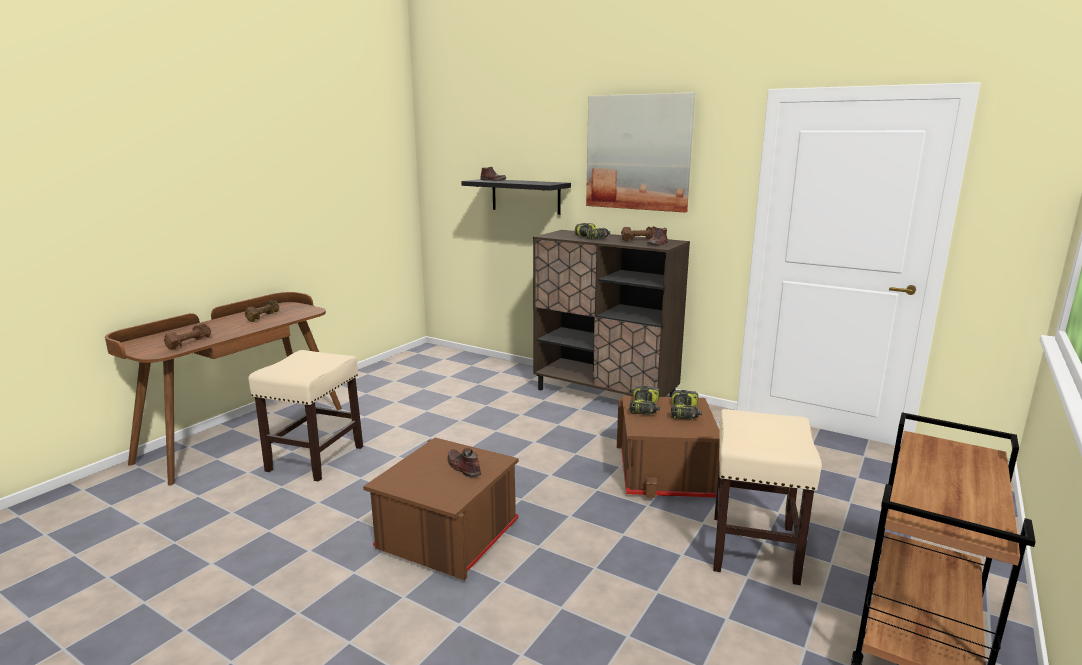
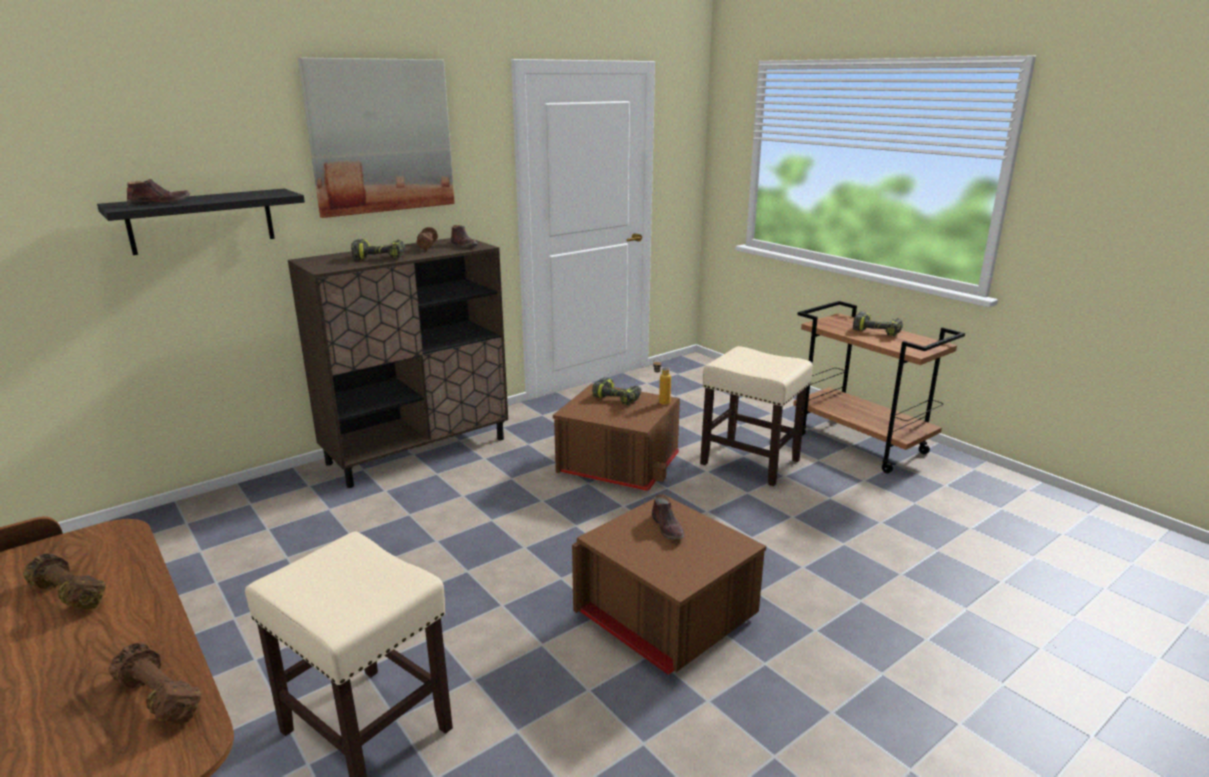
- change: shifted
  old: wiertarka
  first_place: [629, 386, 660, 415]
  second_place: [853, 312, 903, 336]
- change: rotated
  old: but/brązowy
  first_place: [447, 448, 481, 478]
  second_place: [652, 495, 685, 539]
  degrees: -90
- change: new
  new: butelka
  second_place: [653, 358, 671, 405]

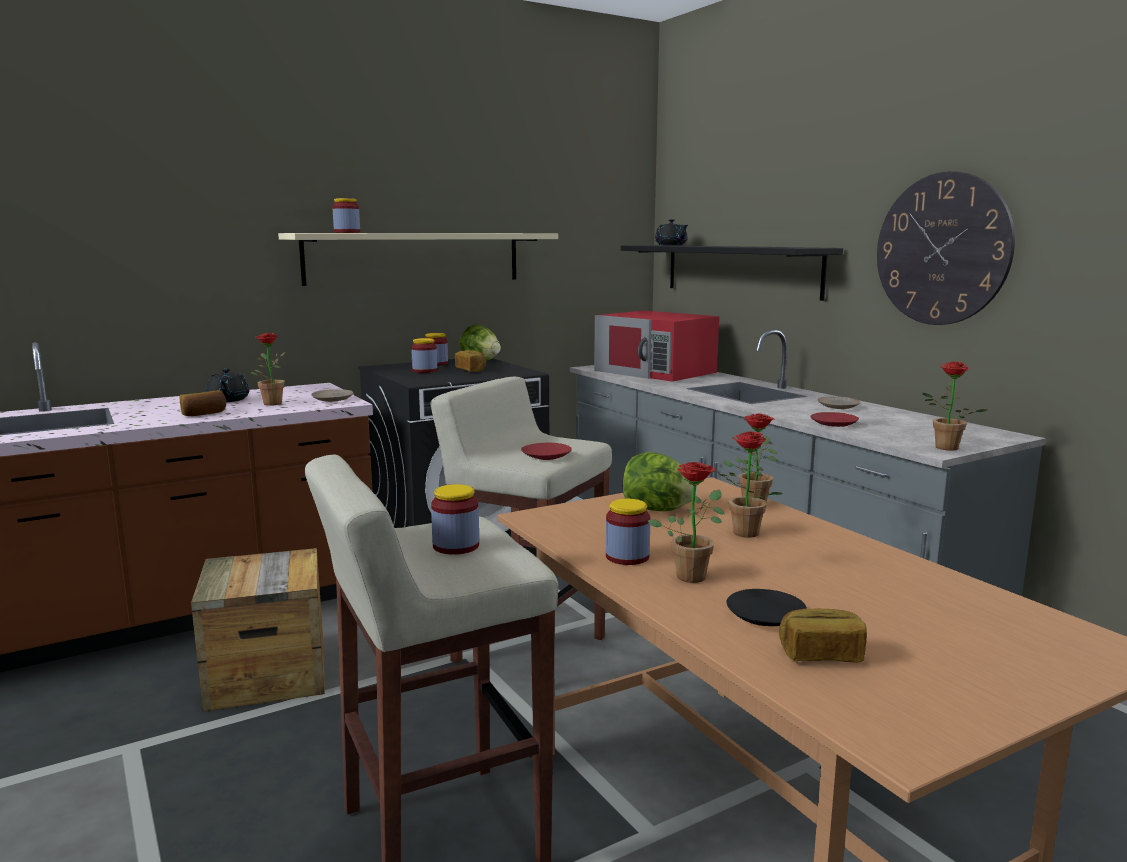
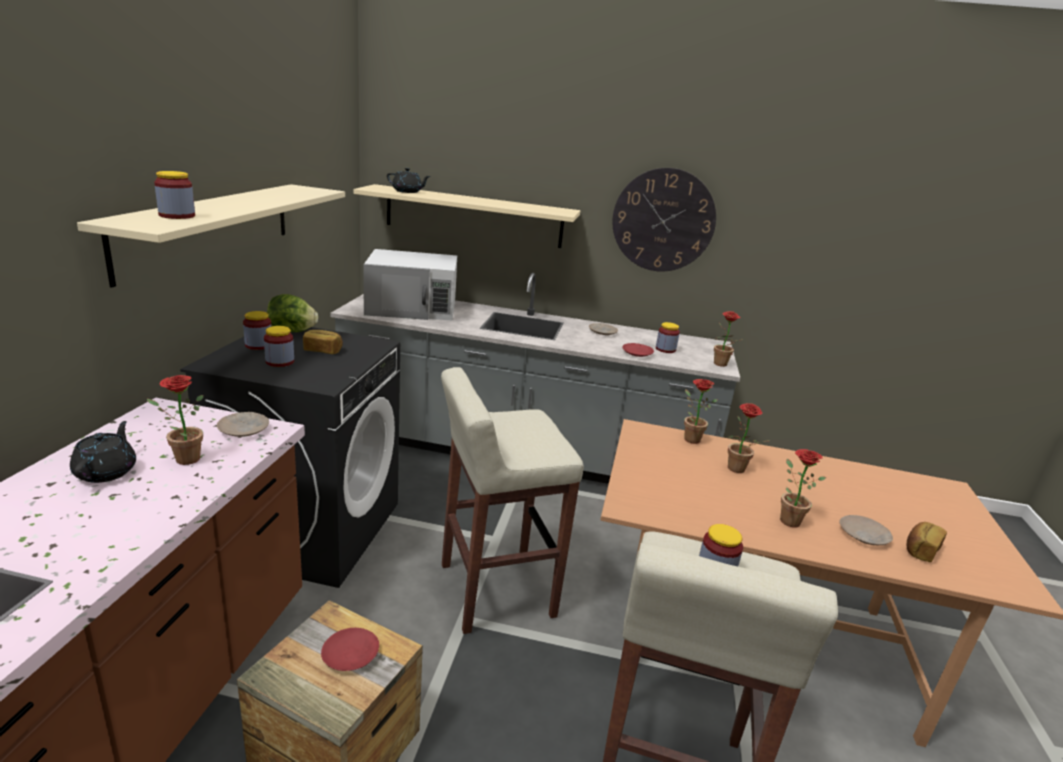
- change: repainted
  old: półka/czarny
  new: półka/beżowy
  first_place: [621, 245, 843, 301]
  second_place: [353, 184, 580, 248]
- change: repainted
  old: mikrofalówka/czerwony
  new: mikrofalówka/biały
  first_place: [594, 310, 719, 382]
  second_place: [363, 249, 457, 320]
- change: rotated
  old: imbryk/czarny
  first_place: [206, 369, 249, 402]
  second_place: [70, 421, 136, 483]
  degrees: -120
- change: gone
  old: chleb
  first_place: [179, 390, 226, 416]
- change: shifted
  old: talerz/czerwony
  first_place: [521, 443, 572, 460]
  second_place: [321, 628, 379, 671]
- change: gone
  old: sałata
  first_place: [623, 452, 698, 511]
- change: shifted
  old: słoik
  first_place: [606, 499, 650, 565]
  second_place: [656, 322, 680, 353]
- change: repainted
  old: talerz/czarny
  new: talerz/beżowy
  first_place: [727, 589, 807, 626]
  second_place: [840, 515, 893, 545]

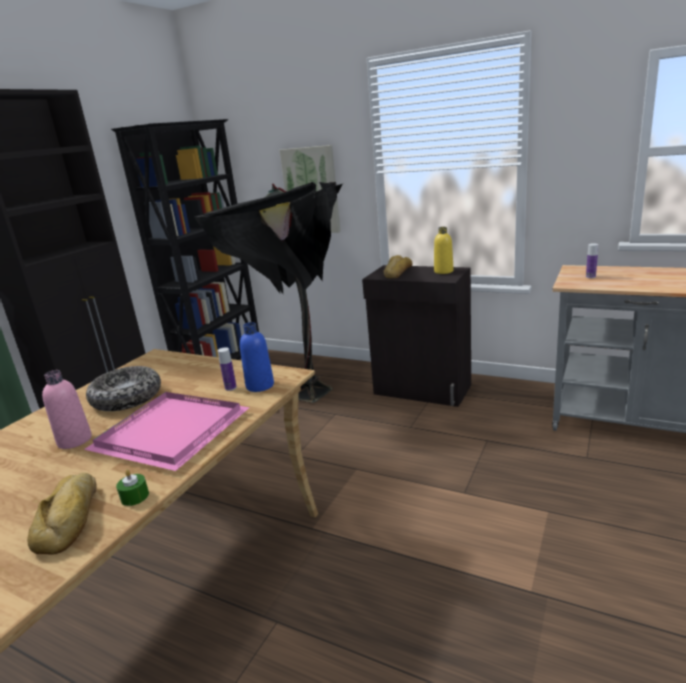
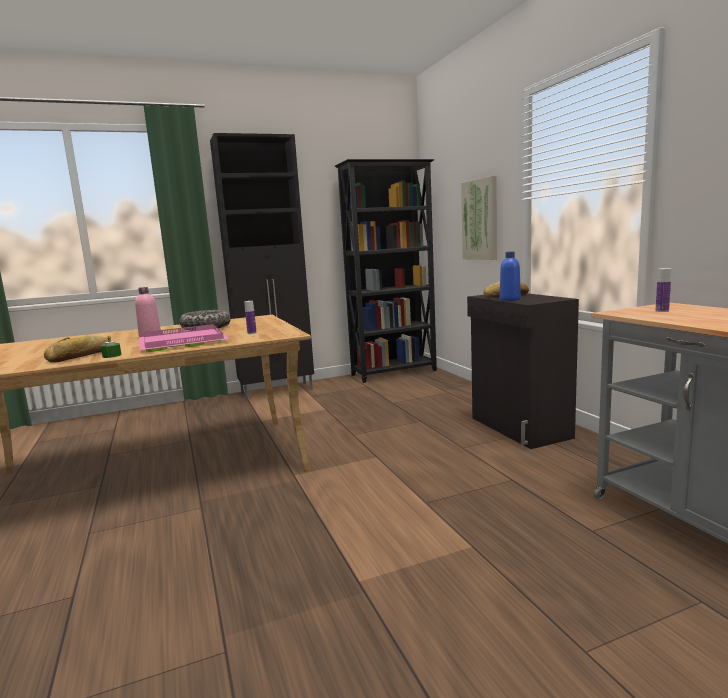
- change: gone
  old: lampa stojąca/czarny
  first_place: [194, 182, 343, 403]
- change: gone
  old: butelka/żółty
  first_place: [434, 227, 454, 274]
- change: shifted
  old: butelka/niebieski
  first_place: [240, 322, 274, 392]
  second_place: [500, 252, 521, 301]

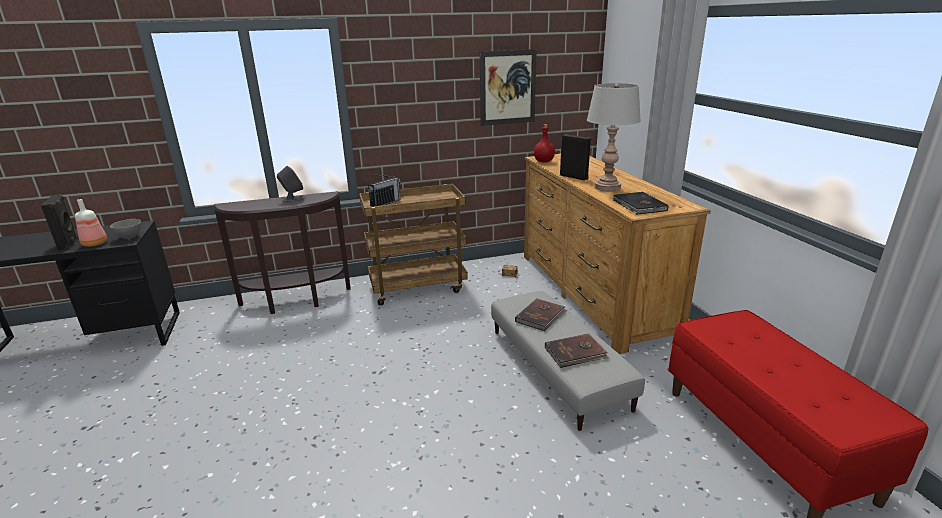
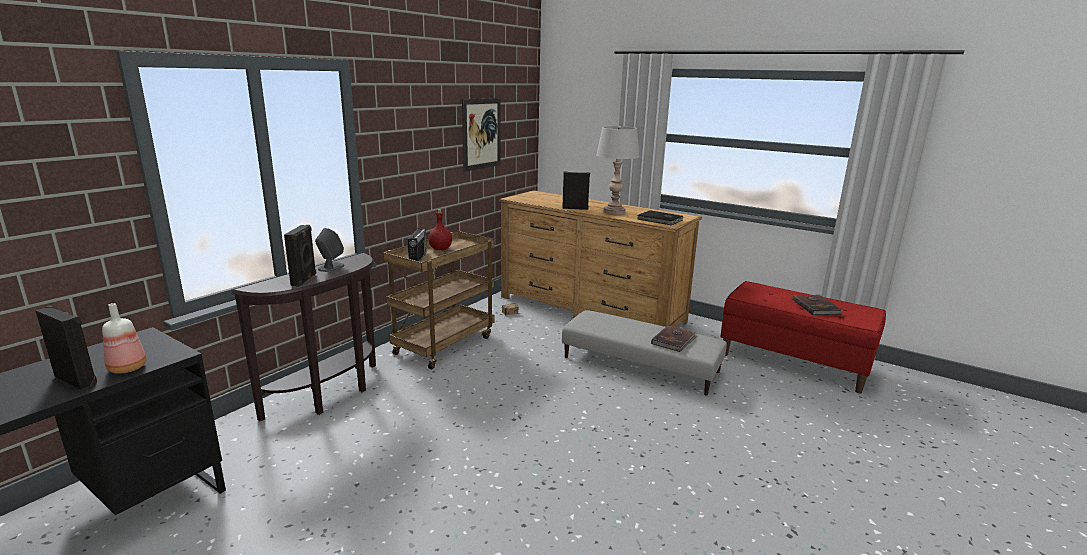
- change: shifted
  old: butelka/czerwony
  first_place: [534, 124, 555, 163]
  second_place: [428, 209, 452, 250]
- change: gone
  old: miska/szary
  first_place: [110, 219, 141, 239]
- change: shifted
  old: książka/brązowy
  first_place: [515, 298, 567, 331]
  second_place: [792, 295, 842, 315]
- change: new
  new: głośnik/czarny
  second_place: [284, 225, 317, 287]

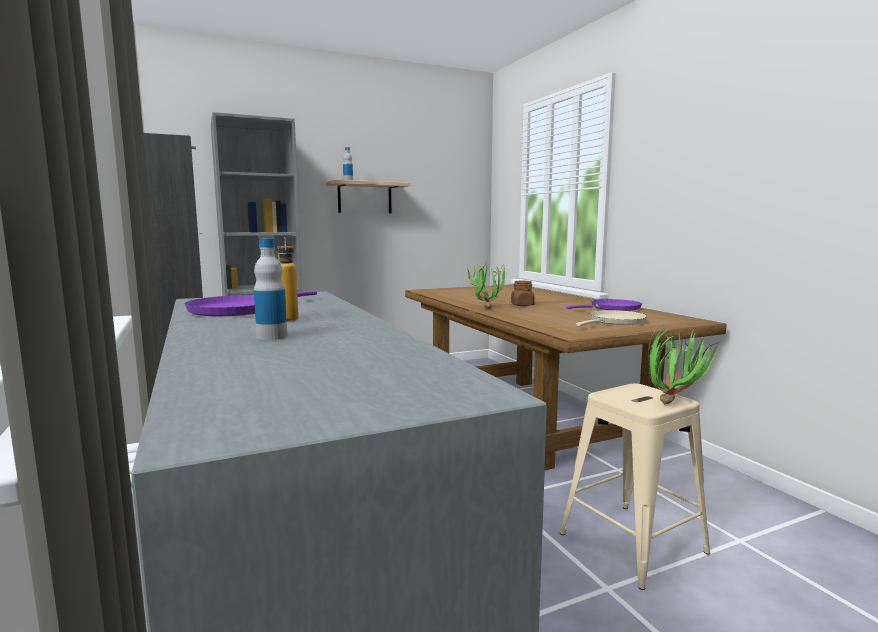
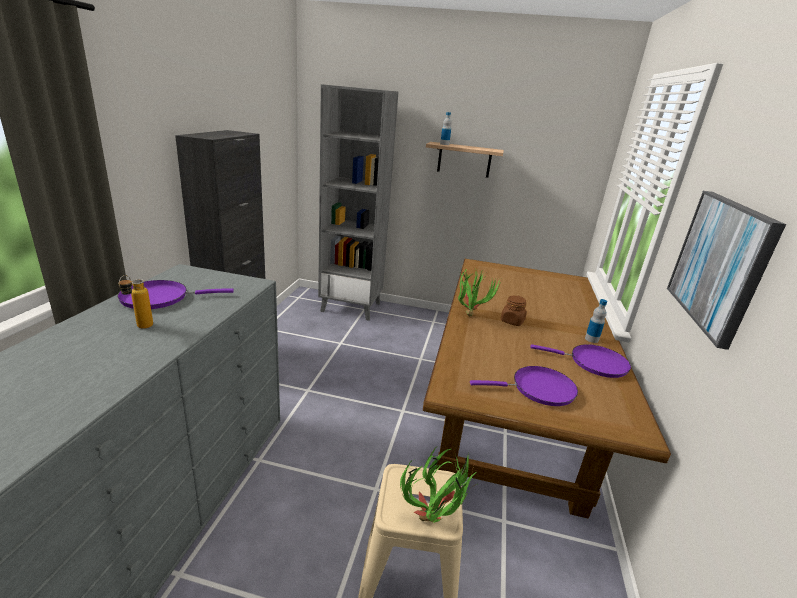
- change: shifted
  old: butelka
  first_place: [254, 238, 287, 340]
  second_place: [585, 299, 607, 343]
- change: repainted
  old: patelnia/beżowy
  new: patelnia/fioletowy
  first_place: [576, 310, 647, 327]
  second_place: [470, 366, 578, 406]
- change: new
  new: obraz
  second_place: [667, 191, 786, 350]

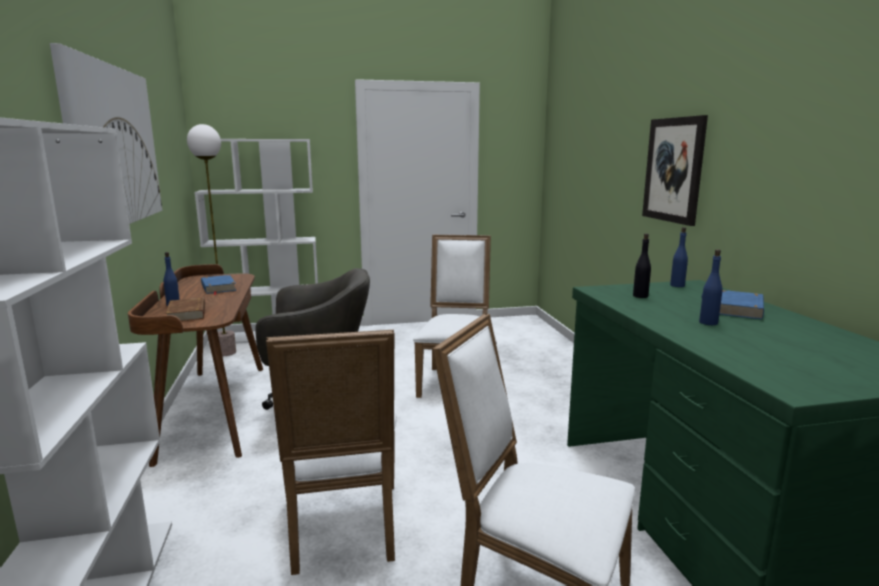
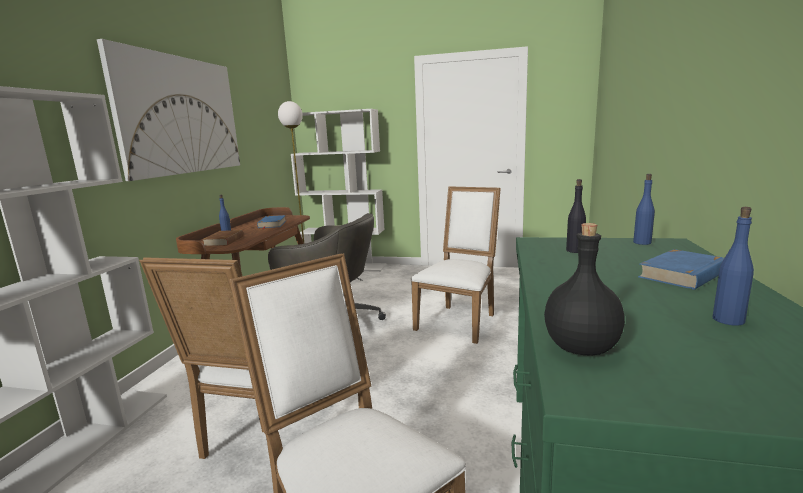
- change: gone
  old: obraz
  first_place: [642, 115, 708, 226]
- change: shifted
  old: butelka/niebieski
  first_place: [699, 249, 722, 325]
  second_place: [713, 207, 754, 326]
- change: new
  new: butelka/czarny
  second_place: [544, 223, 625, 356]

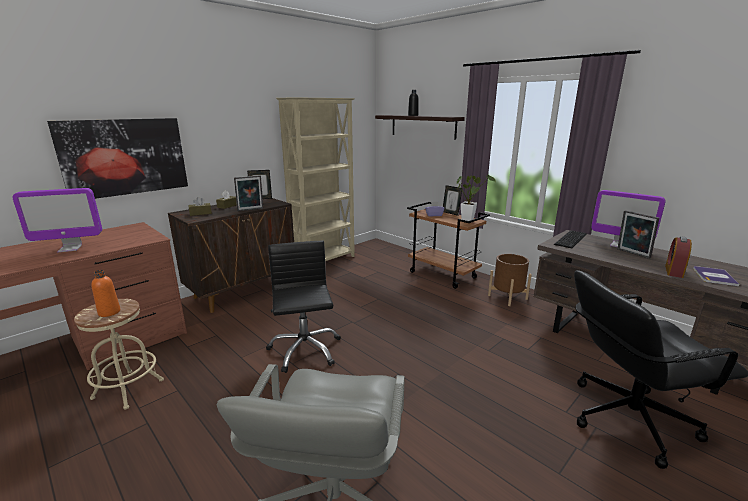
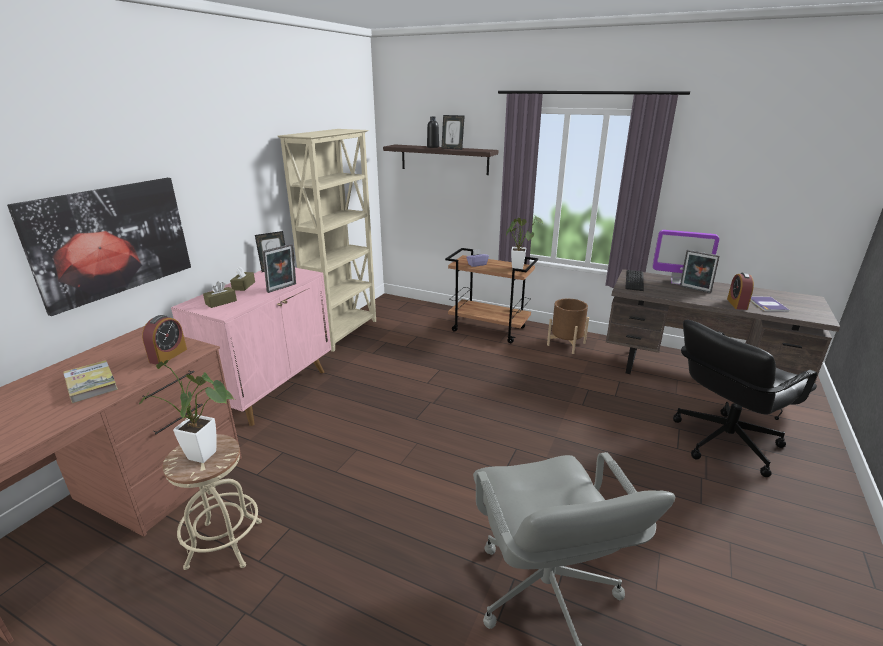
- change: shifted
  old: ramka na zdjęcie
  first_place: [443, 185, 462, 216]
  second_place: [441, 115, 465, 150]
- change: swapped
  old: monitor
  new: książka
  first_place: [12, 188, 102, 252]
  second_place: [63, 360, 118, 403]
- change: repainted
  old: szafka/brązowy
  new: szafka/różowy
  first_place: [168, 198, 294, 313]
  second_place: [171, 268, 331, 426]
- change: gone
  old: krzesło biurowe/czarny
  first_place: [266, 241, 341, 373]
- change: swapped
  old: butelka/pomarańczowy
  new: roślina doniczkowa
  first_place: [91, 270, 120, 317]
  second_place: [139, 360, 234, 463]
- change: new
  new: budzik
  second_place: [142, 315, 187, 364]

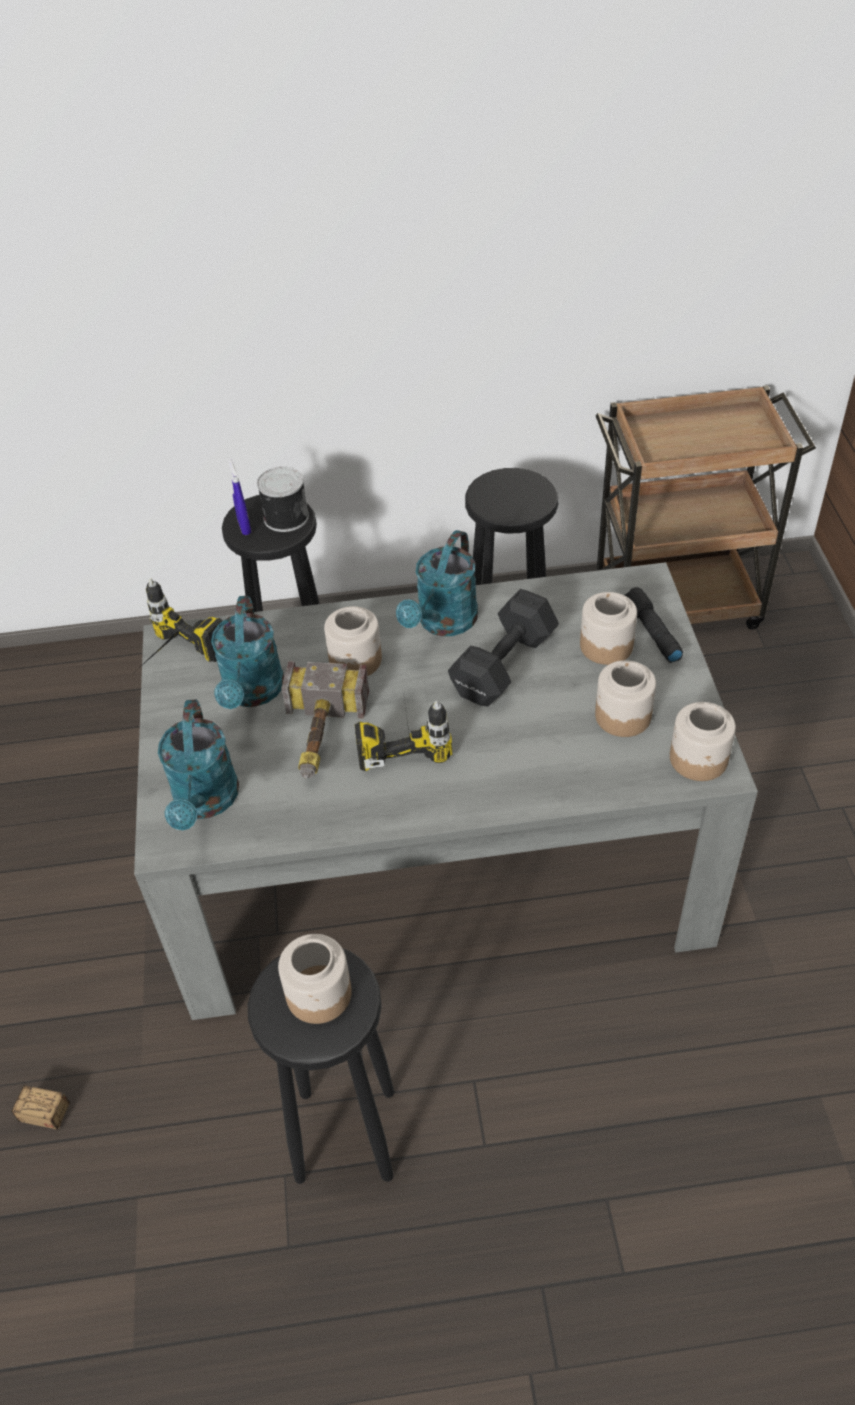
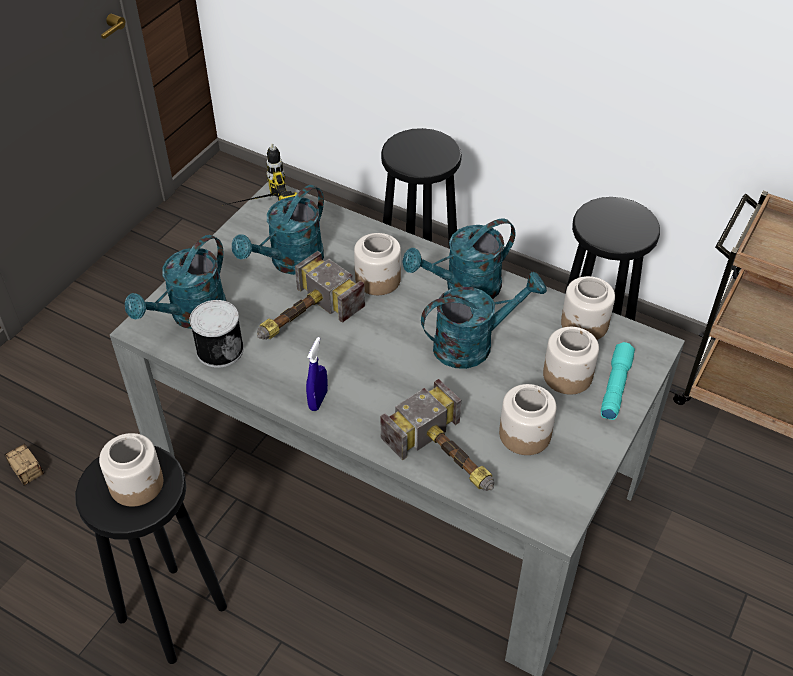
- change: shifted
  old: spryskiwacz/niebieski
  first_place: [229, 459, 251, 535]
  second_place: [306, 337, 328, 411]
- change: shifted
  old: puszka
  first_place: [257, 466, 309, 532]
  second_place: [189, 300, 244, 368]
- change: repainted
  old: latarka/czarny
  new: latarka/turkusowy
  first_place: [625, 587, 683, 663]
  second_place: [601, 342, 635, 420]
- change: swapped
  old: hantel/czarny
  new: konewka/turkusowy
  first_place: [448, 589, 559, 707]
  second_place: [421, 272, 547, 369]
- change: gone
  old: wiertarka
  first_place: [355, 700, 452, 771]
- change: shifted
  old: słoik
  first_place: [670, 702, 736, 781]
  second_place: [561, 276, 615, 340]
- change: new
  new: młotek
  second_place: [380, 379, 494, 491]

